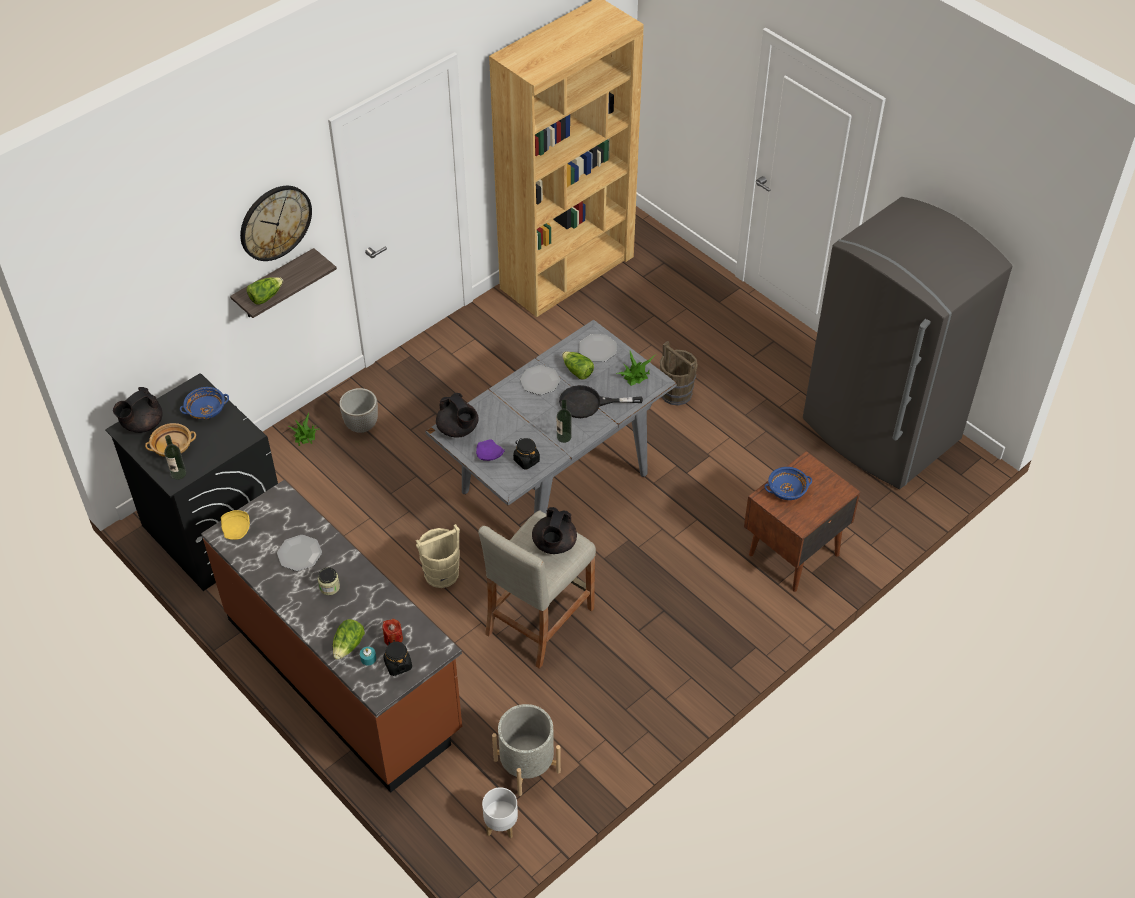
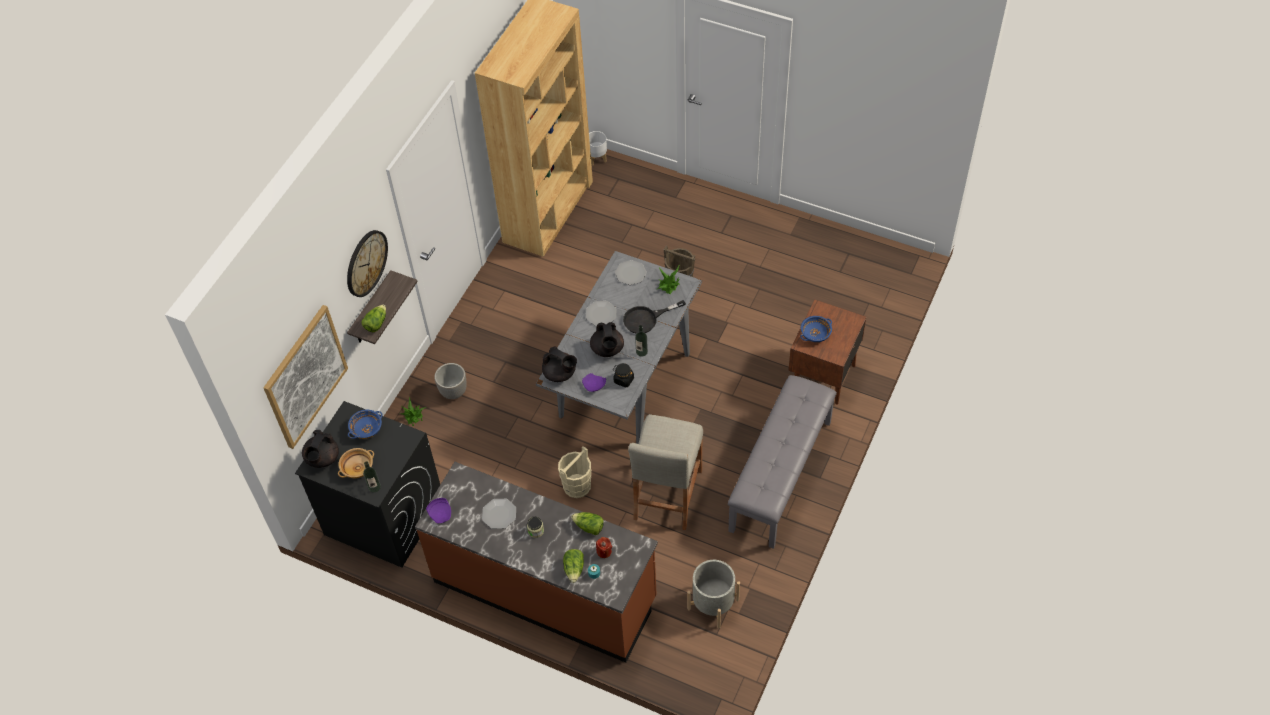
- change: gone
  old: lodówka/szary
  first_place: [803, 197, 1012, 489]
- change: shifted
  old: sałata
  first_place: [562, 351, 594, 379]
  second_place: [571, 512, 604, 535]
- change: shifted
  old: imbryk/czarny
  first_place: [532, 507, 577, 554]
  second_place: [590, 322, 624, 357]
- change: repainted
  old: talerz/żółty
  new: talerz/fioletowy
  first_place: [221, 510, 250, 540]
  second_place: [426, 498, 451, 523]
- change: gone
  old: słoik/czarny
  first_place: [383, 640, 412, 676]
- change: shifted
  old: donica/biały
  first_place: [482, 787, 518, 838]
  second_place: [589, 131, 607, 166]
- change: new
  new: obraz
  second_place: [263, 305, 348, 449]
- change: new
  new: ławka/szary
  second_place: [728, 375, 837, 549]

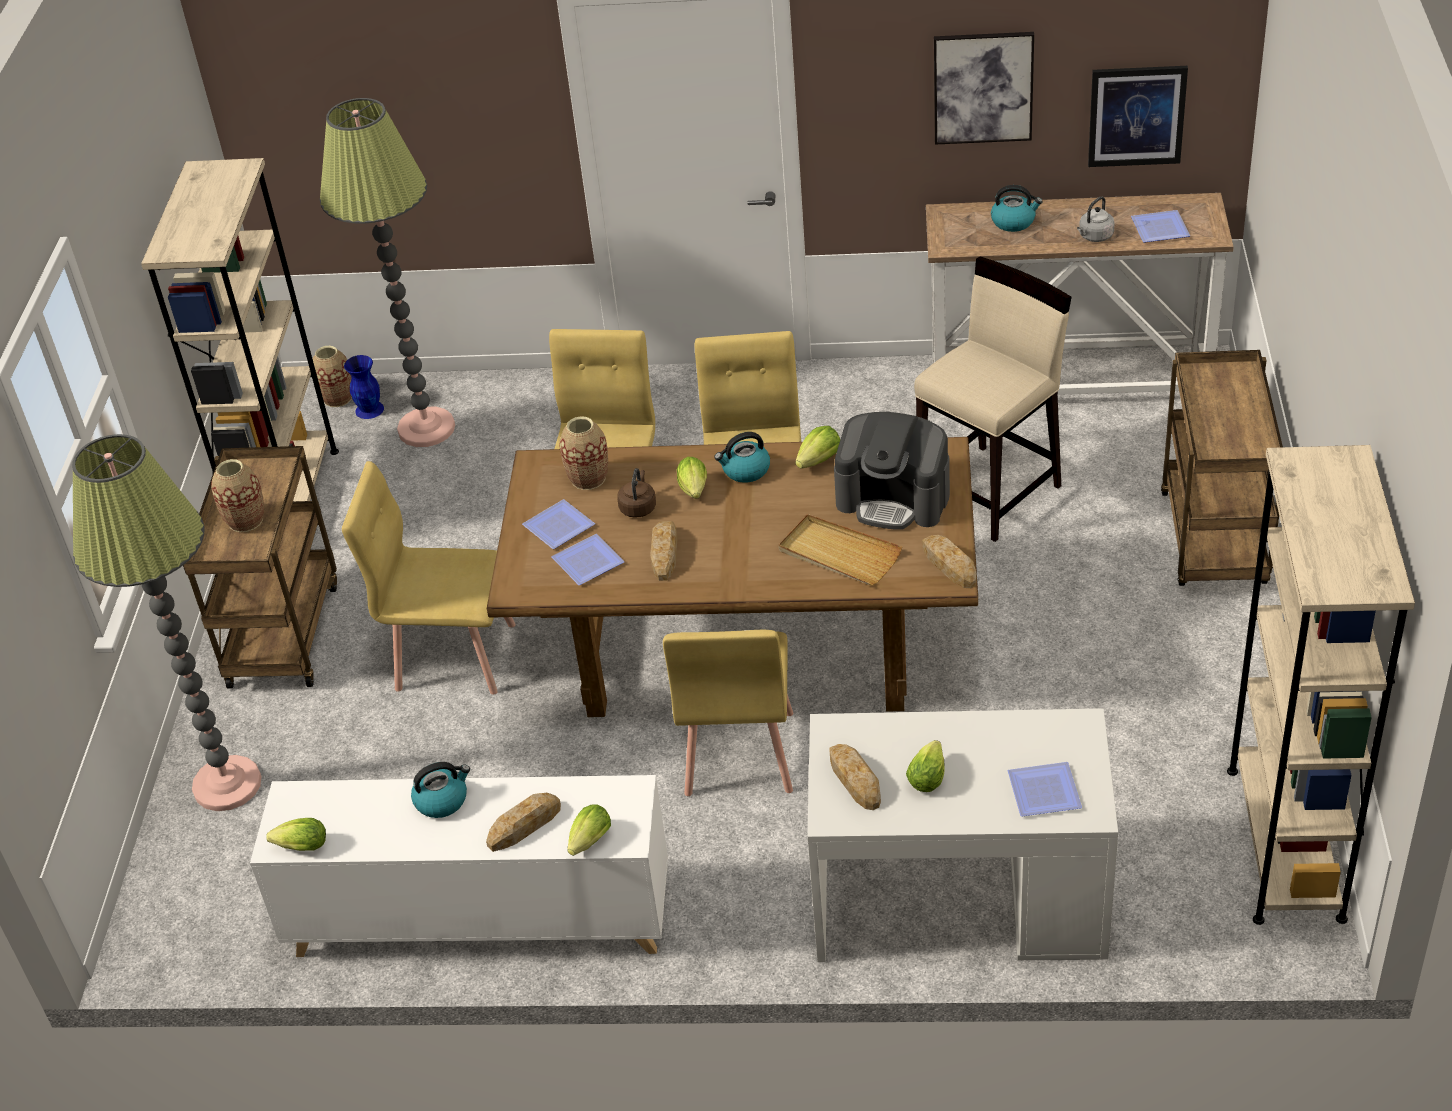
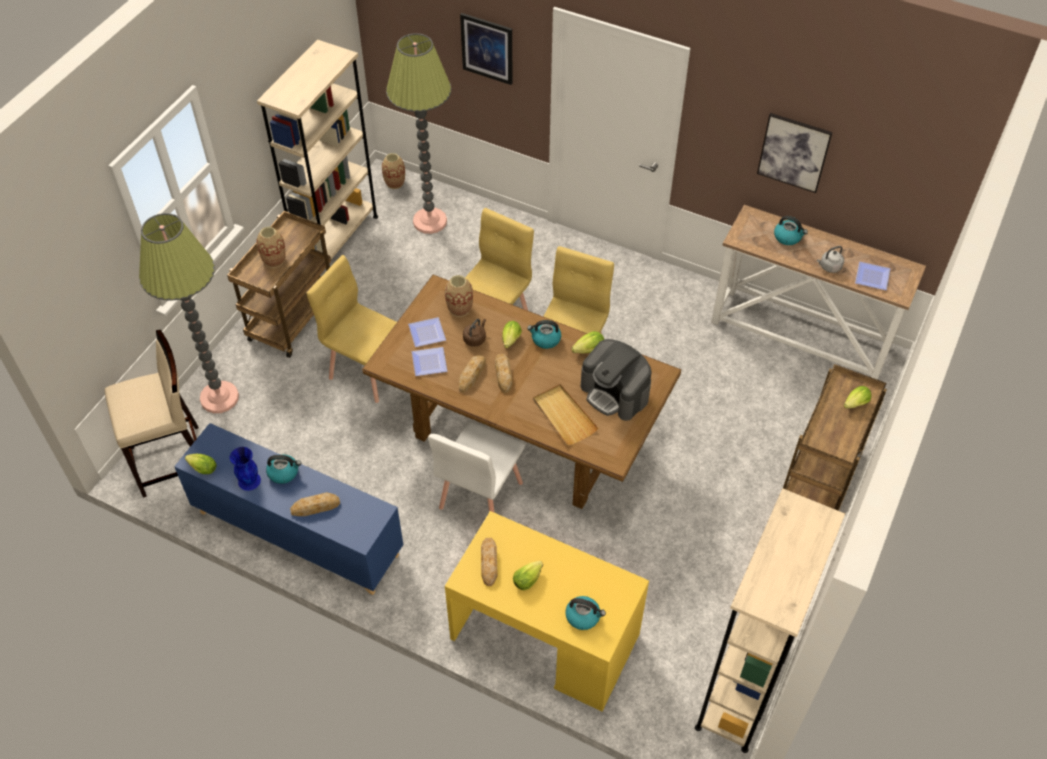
- change: shifted
  old: obraz
  first_place: [1088, 66, 1188, 167]
  second_place: [460, 13, 513, 85]
- change: shifted
  old: stołek/beżowy
  first_place: [914, 256, 1072, 542]
  second_place: [105, 330, 199, 498]
- change: shifted
  old: wazon/niebieski
  first_place: [344, 355, 384, 419]
  second_place: [230, 447, 261, 491]
- change: shifted
  old: chleb
  first_place: [922, 535, 976, 588]
  second_place: [495, 354, 512, 393]
- change: repainted
  old: krzesło/żółty
  new: krzesło/biały
  first_place: [663, 630, 793, 796]
  second_place: [428, 422, 525, 512]
- change: repainted
  old: biurko/biały
  new: biurko/żółty
  first_place: [807, 708, 1118, 962]
  second_place: [445, 511, 649, 711]
- change: swapped
  old: talerz
  new: czajnik
  first_place: [1008, 762, 1082, 816]
  second_place: [565, 596, 606, 630]
- change: repainted
  old: szafka/biały
  new: szafka/niebieski
  first_place: [250, 775, 668, 957]
  second_place: [174, 423, 404, 595]
- change: shifted
  old: sałata
  first_place: [567, 804, 611, 856]
  second_place: [844, 386, 871, 409]

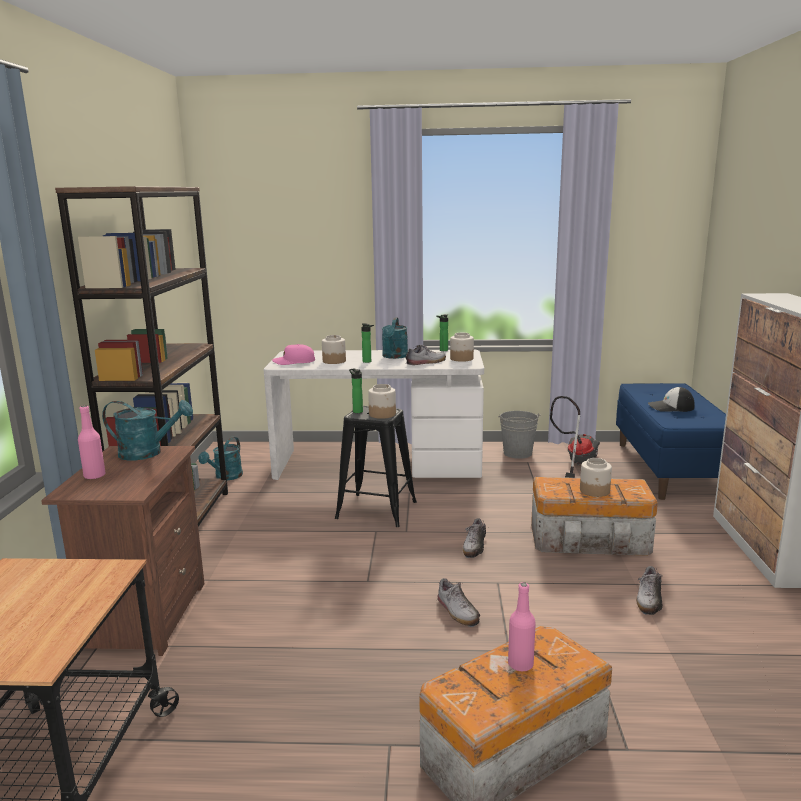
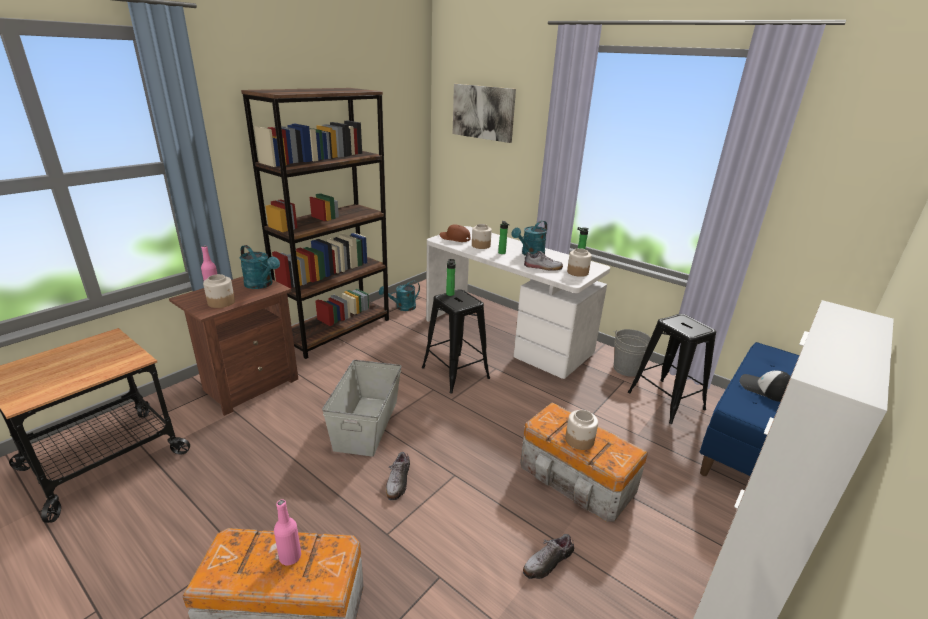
- change: repainted
  old: czapka z daszkiem/różowy
  new: czapka z daszkiem/brązowy
  first_place: [272, 344, 315, 365]
  second_place: [440, 224, 470, 242]
- change: shifted
  old: słoik
  first_place: [368, 384, 396, 419]
  second_place: [203, 274, 235, 308]
- change: swapped
  old: odkurzacz
  new: stołek/czarny
  first_place: [550, 396, 600, 478]
  second_place: [628, 314, 716, 424]
- change: gone
  old: but
  first_place: [463, 518, 486, 558]
- change: new
  new: obraz
  second_place: [452, 84, 516, 143]
- change: new
  new: pojemnik do przechowywania/szary
  second_place: [322, 360, 402, 457]

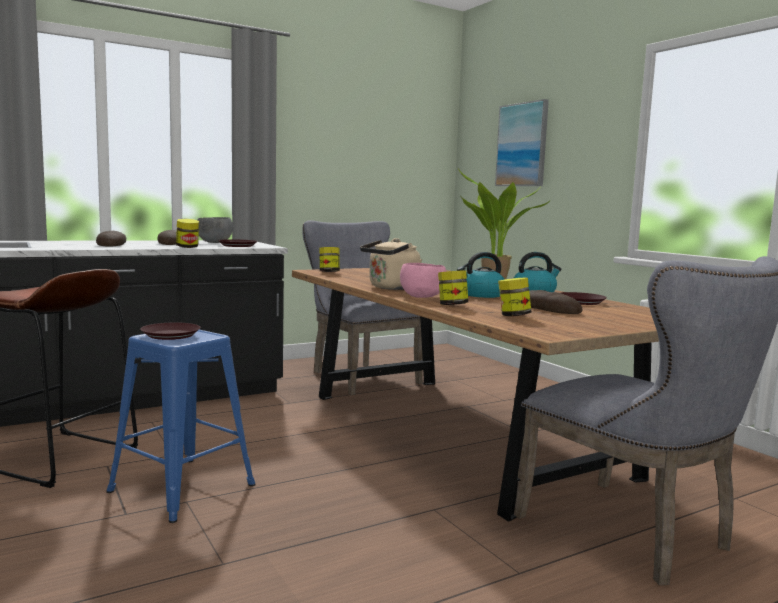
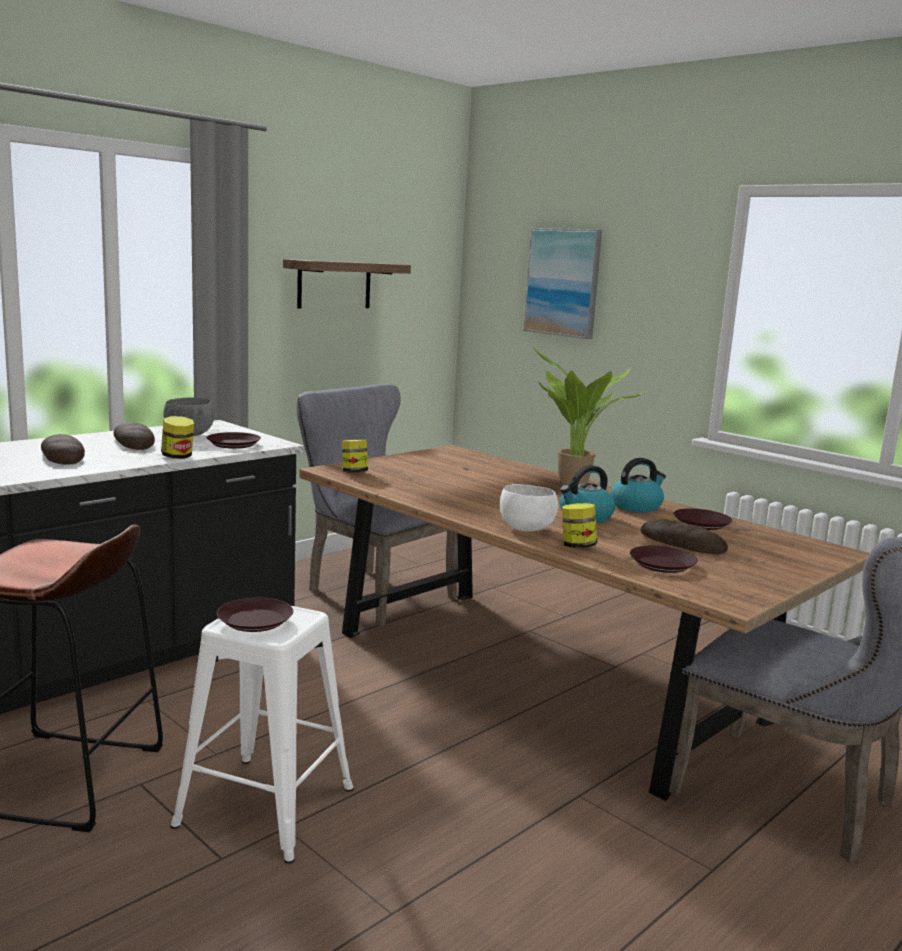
- change: gone
  old: czajnik/beżowy
  first_place: [360, 238, 422, 290]
- change: repainted
  old: miska/różowy
  new: miska/biały
  first_place: [400, 263, 446, 298]
  second_place: [500, 484, 558, 532]
- change: swapped
  old: słoik
  new: talerz/brązowy
  first_place: [498, 277, 531, 316]
  second_place: [630, 545, 698, 573]
- change: repainted
  old: stołek/niebieski
  new: stołek/biały
  first_place: [106, 330, 256, 523]
  second_place: [170, 606, 354, 864]
- change: new
  new: półka
  second_place: [283, 259, 411, 308]

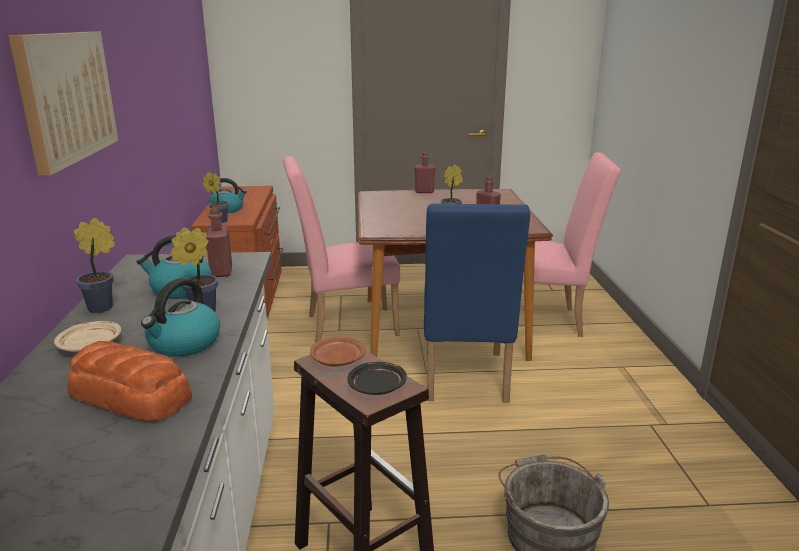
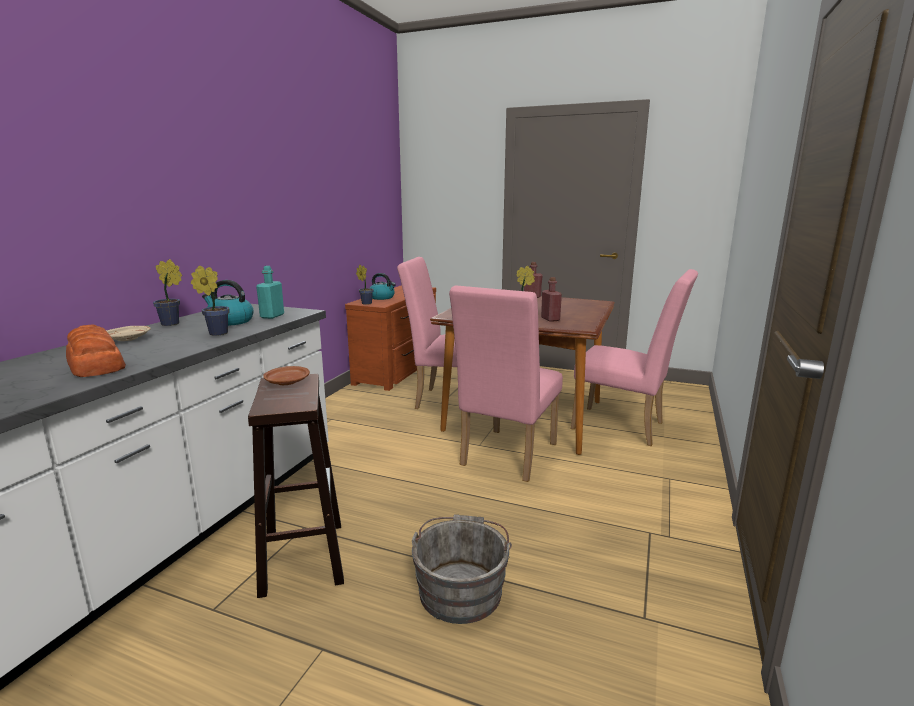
- change: gone
  old: obraz
  first_place: [8, 32, 118, 176]
- change: repainted
  old: krzesło/niebieski
  new: krzesło/różowy
  first_place: [424, 204, 530, 403]
  second_place: [449, 285, 563, 482]
- change: repainted
  old: butelka/czerwony
  new: butelka/turkusowy
  first_place: [206, 207, 232, 277]
  second_place: [256, 266, 284, 319]
- change: gone
  old: czajnik
  first_place: [141, 278, 220, 357]
- change: gone
  old: talerz/czarny
  first_place: [347, 362, 407, 395]

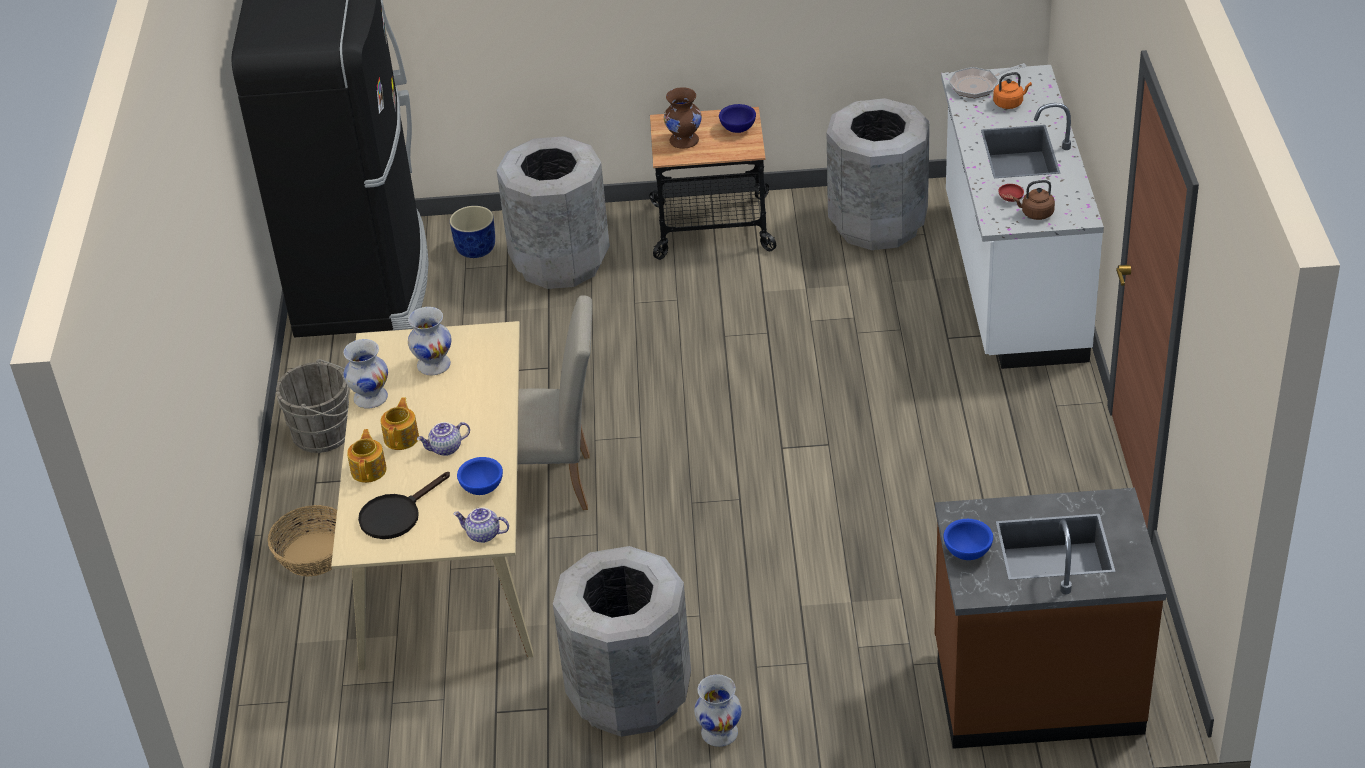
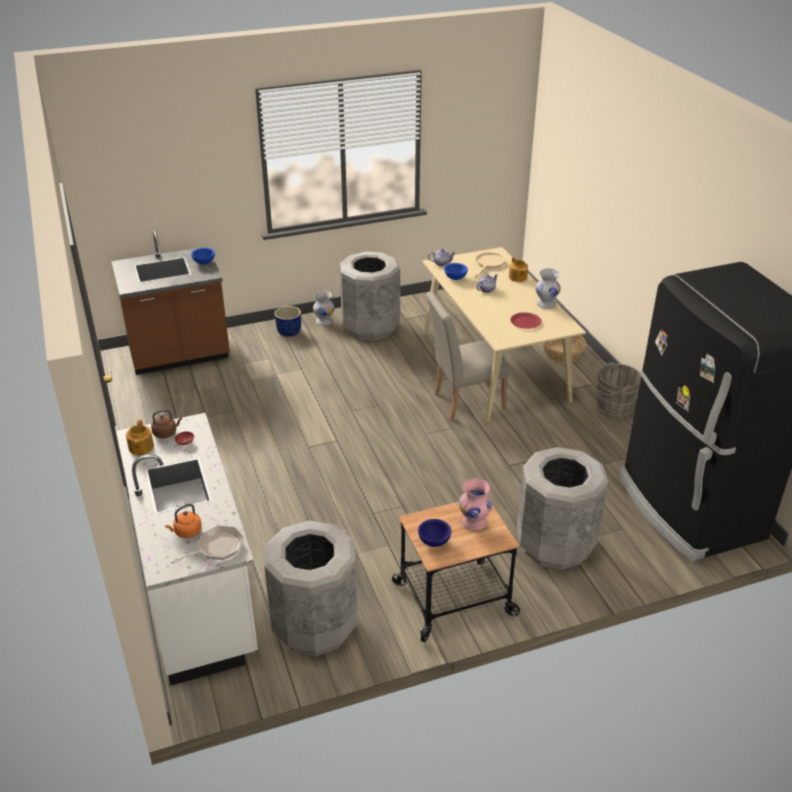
- change: repainted
  old: wazon/brązowy
  new: wazon/różowy
  first_place: [664, 87, 702, 149]
  second_place: [459, 478, 492, 530]
- change: shifted
  old: donica/niebieski
  first_place: [450, 206, 495, 258]
  second_place: [275, 306, 301, 337]
- change: swapped
  old: wazon/biały
  new: talerz/czerwony
  first_place: [408, 307, 452, 375]
  second_place: [511, 312, 542, 329]
- change: shifted
  old: imbryk
  first_place: [380, 397, 419, 450]
  second_place: [126, 420, 154, 455]
- change: repainted
  old: patelnia/czarny
  new: patelnia/beżowy
  first_place: [358, 472, 450, 539]
  second_place: [474, 253, 505, 278]

